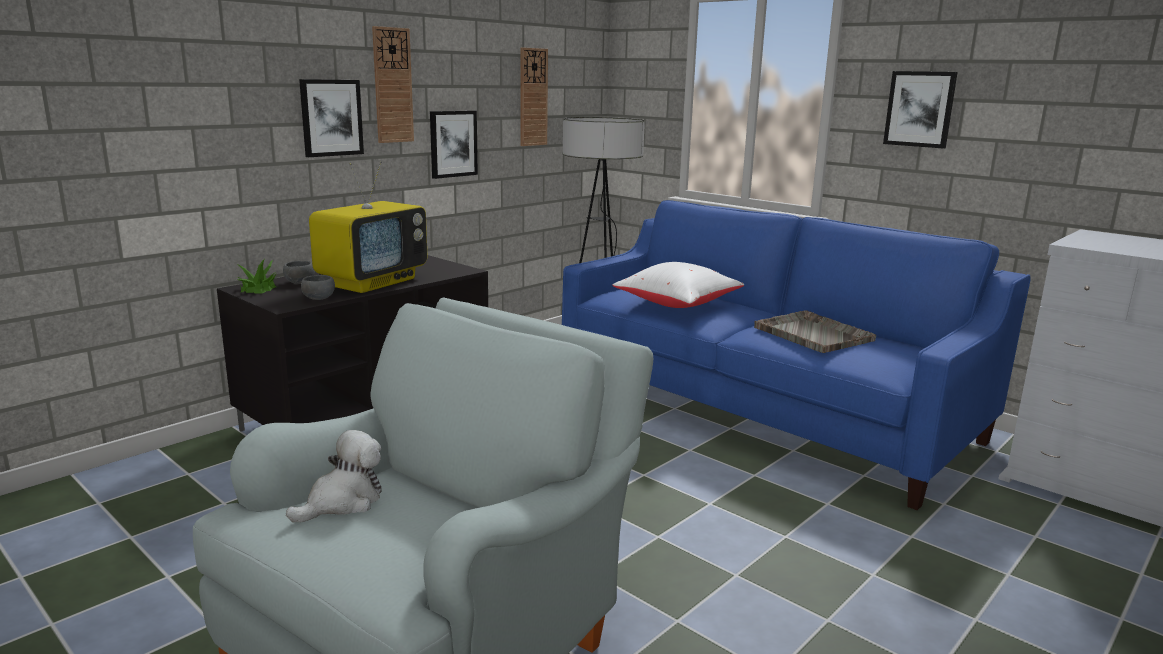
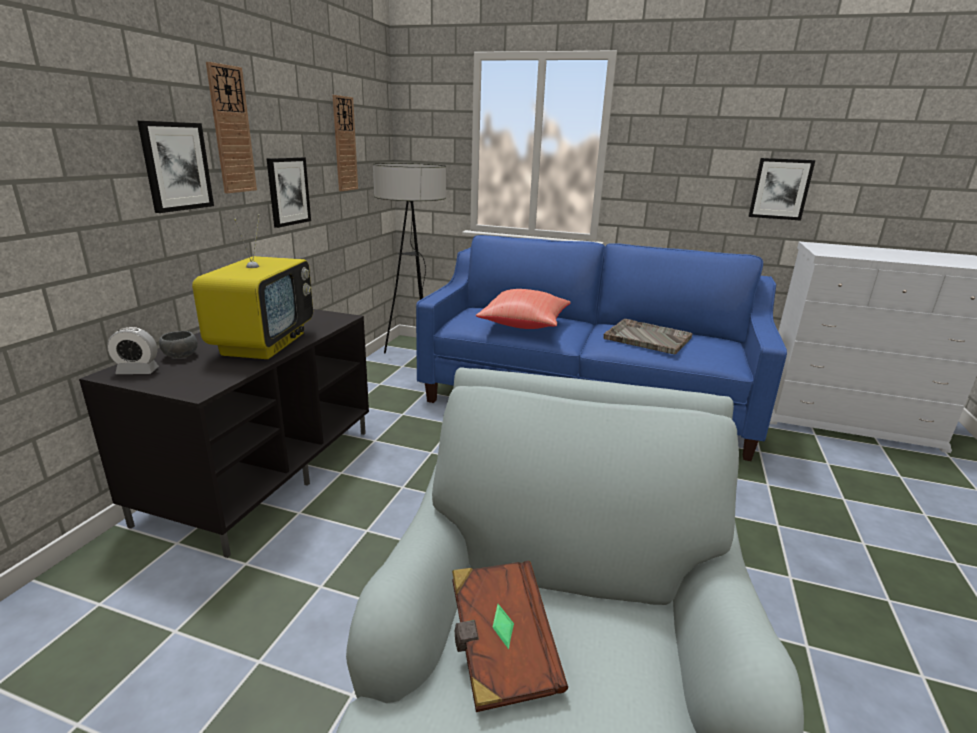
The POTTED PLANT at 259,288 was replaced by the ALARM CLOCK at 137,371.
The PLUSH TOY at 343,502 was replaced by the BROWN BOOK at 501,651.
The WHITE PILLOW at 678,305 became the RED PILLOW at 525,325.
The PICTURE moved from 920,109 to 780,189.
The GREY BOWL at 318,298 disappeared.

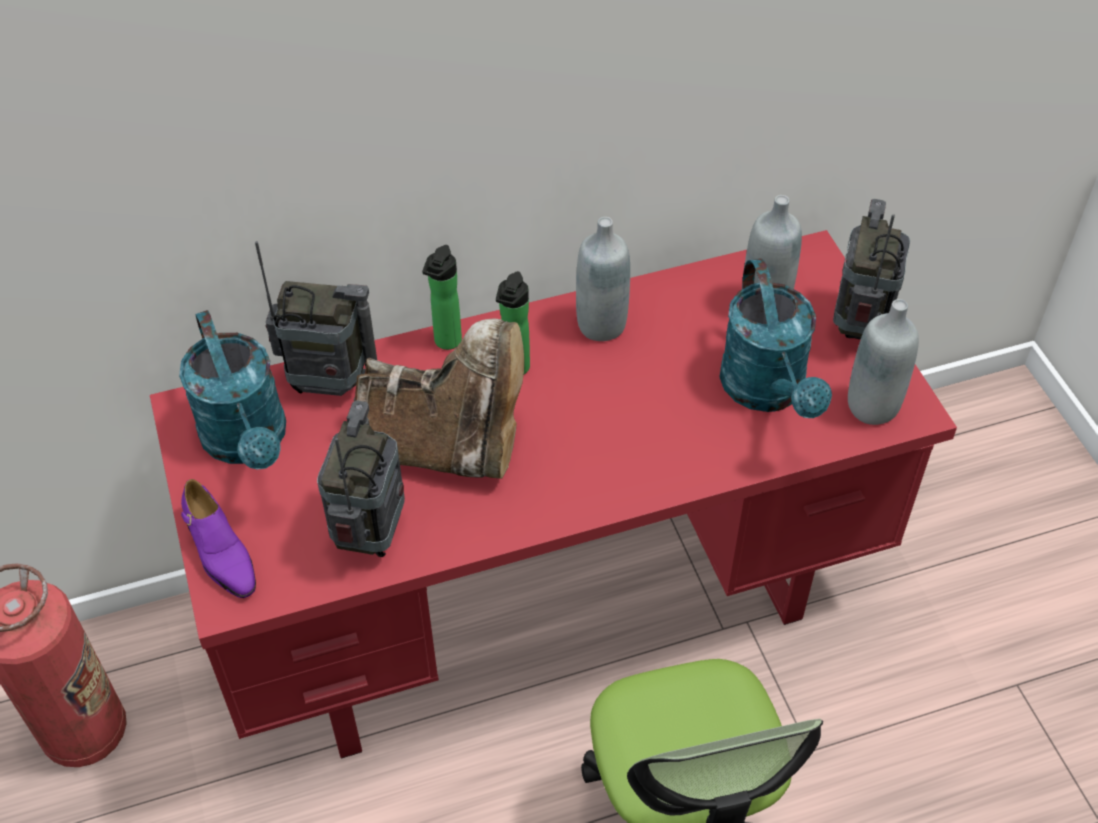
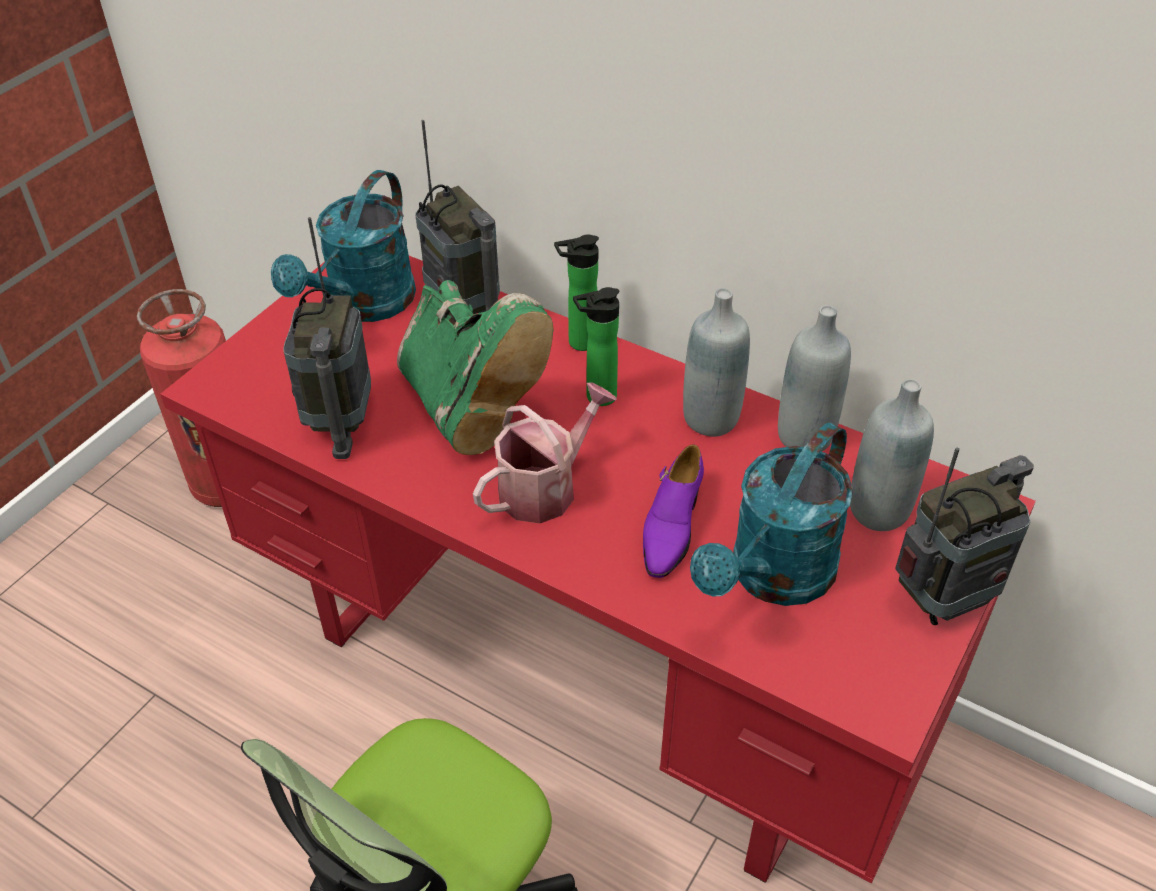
The RADIO at 371,534 turned 120 degrees clockwise.
The BROWN BOOT at 447,449 became the GREEN BOOT at 469,410.
The WATERING CAN at 545,487 appeared.
The PURPLE SHOE moved from 220,553 to 670,527.
The GREY BOTTLE moved from 872,406 to 805,436.

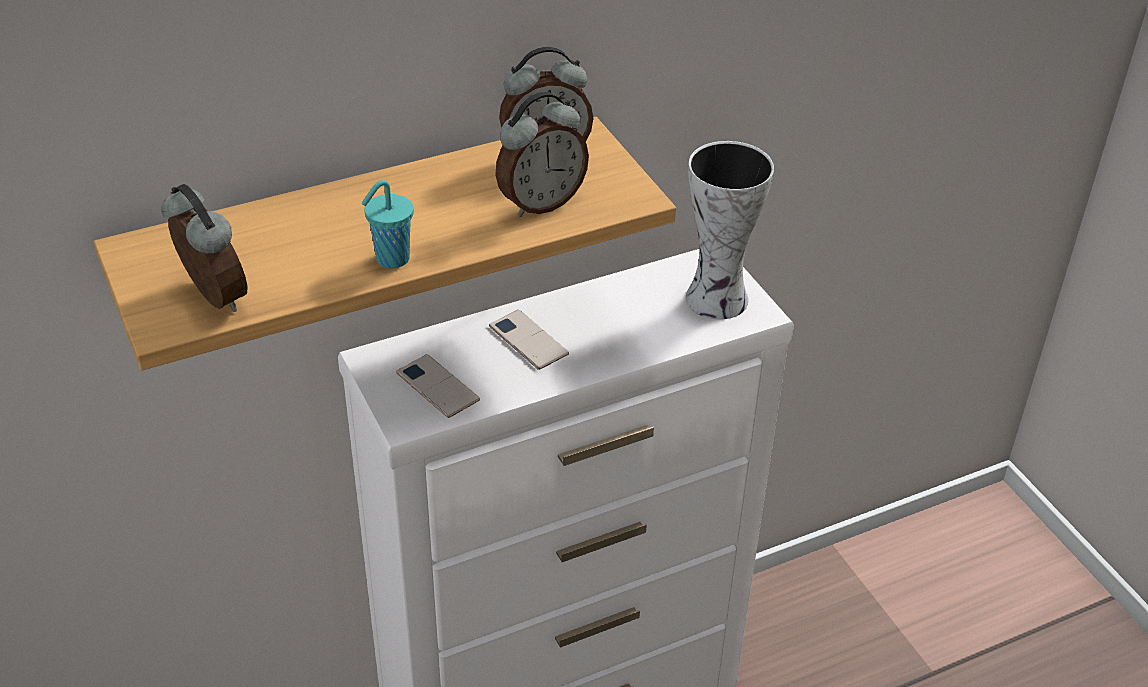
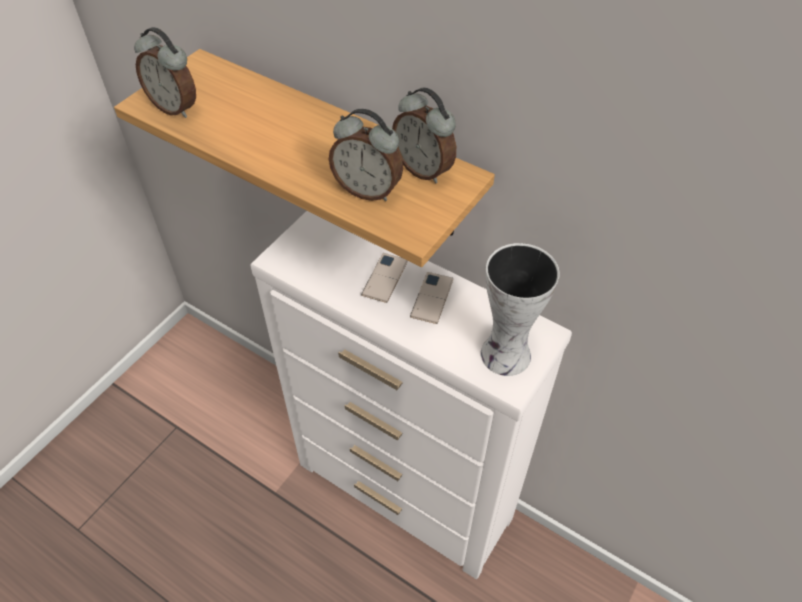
The ALARM CLOCK at 211,298 turned 105 degrees clockwise.
The PHONE moved from 437,387 to 431,298.
The TURQUOISE CUP at 390,260 disappeared.

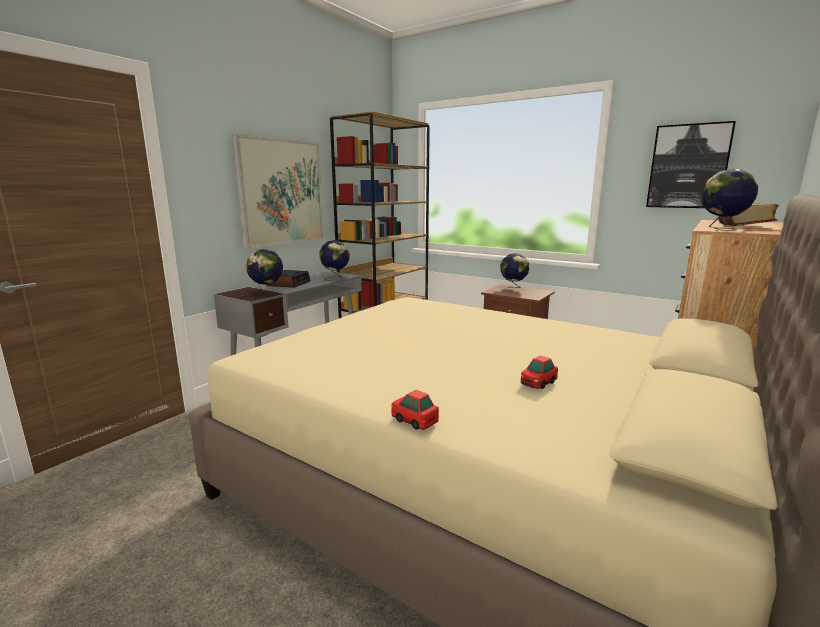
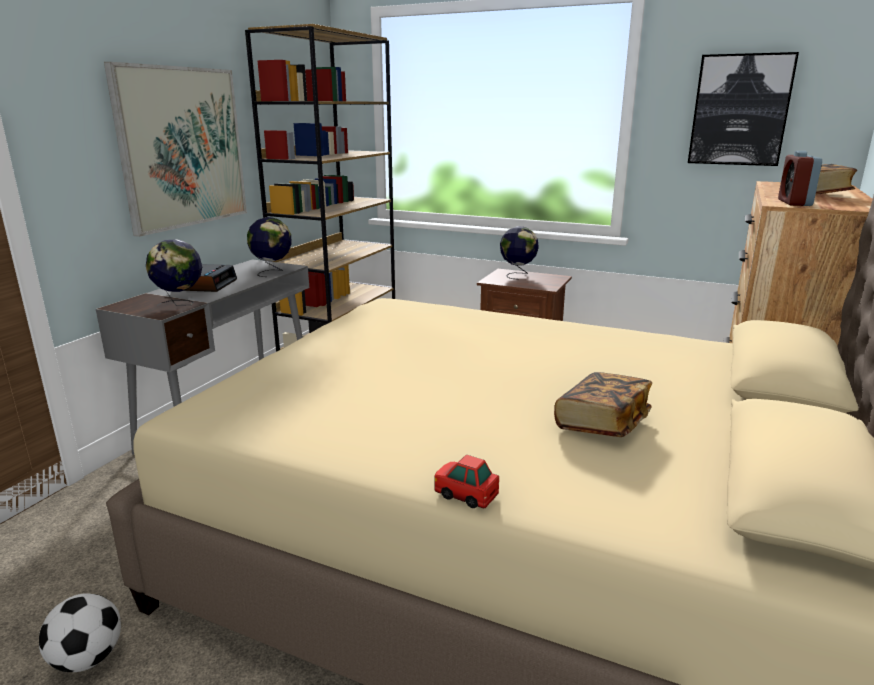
The FOOTBALL at 87,659 appeared.
The TOY CAR at 538,383 was replaced by the BOOK at 602,423.
The GLOBE at 722,229 was replaced by the ALARM CLOCK at 794,203.

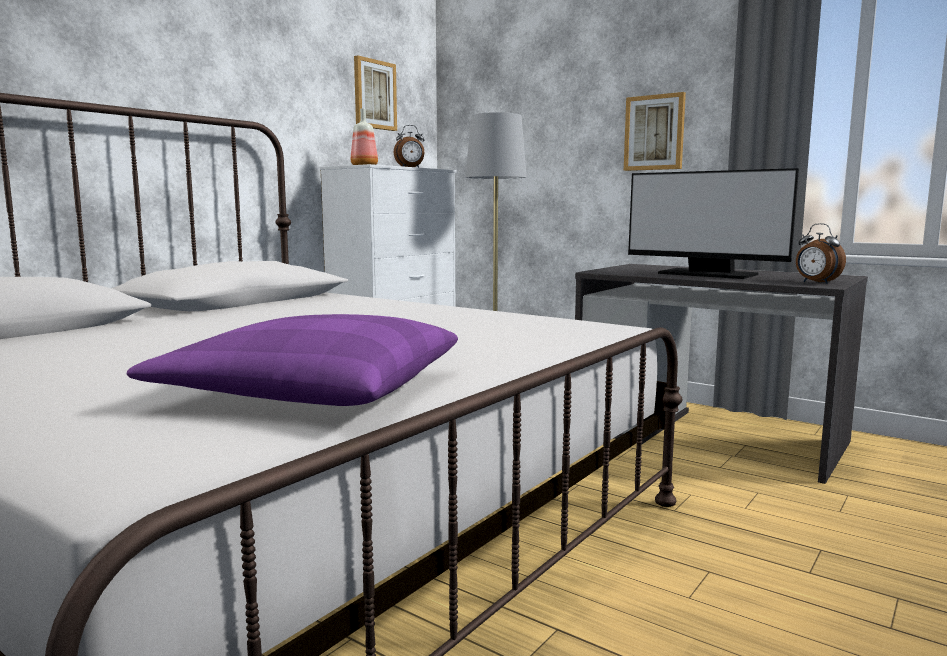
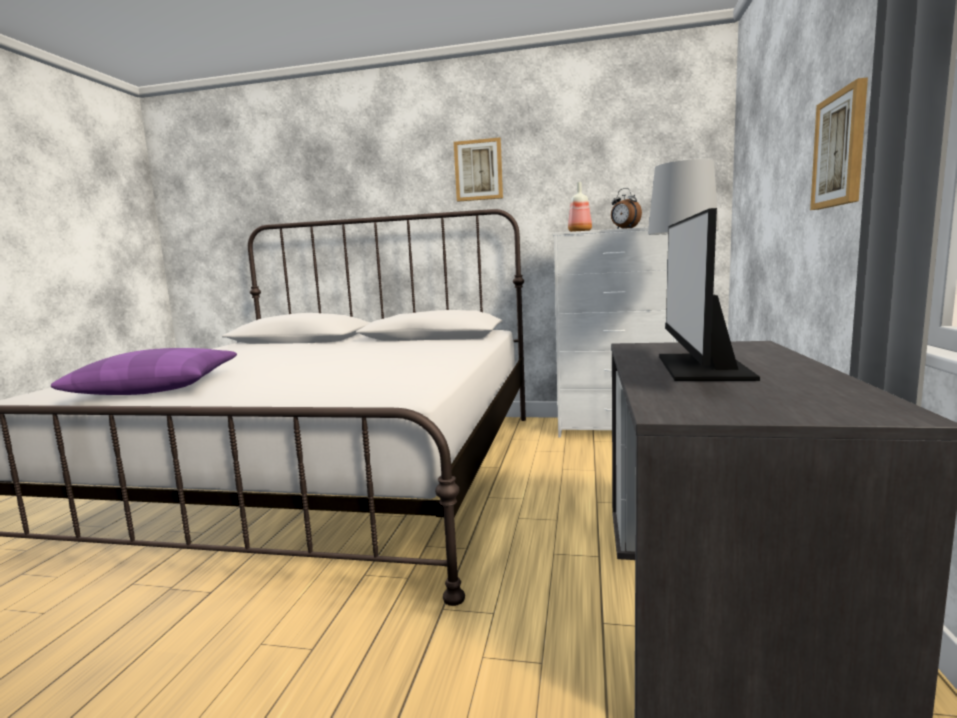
The PICTURE moved from 374,94 to 478,170.
The ALARM CLOCK at 816,282 disappeared.

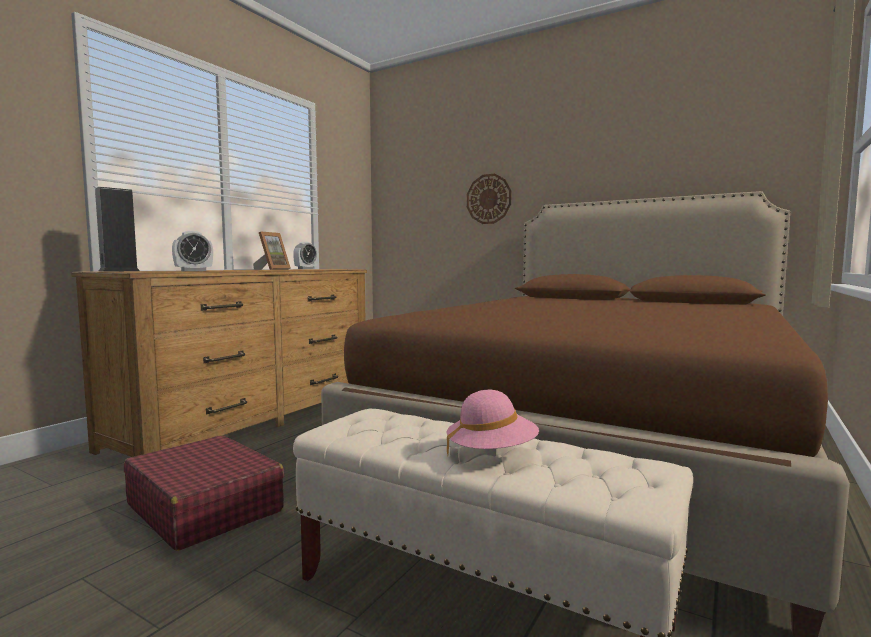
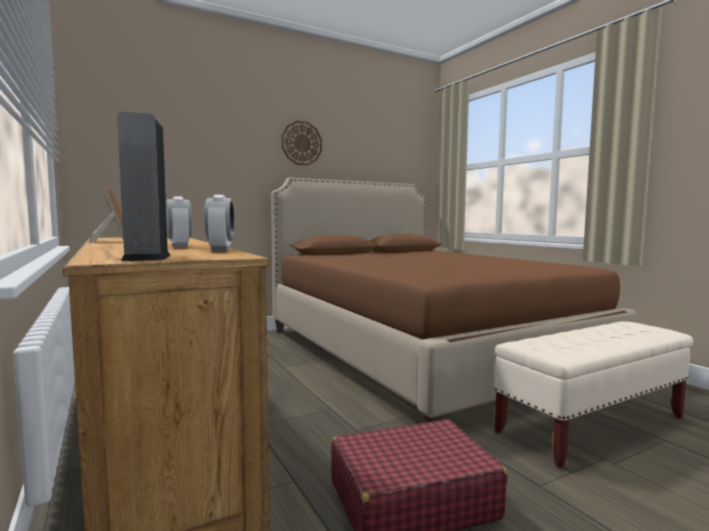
The ALARM CLOCK moved from 305,269 to 179,246.
The WALL CLOCK moved from 488,199 to 301,143.
The PINK HAT at 491,453 disappeared.

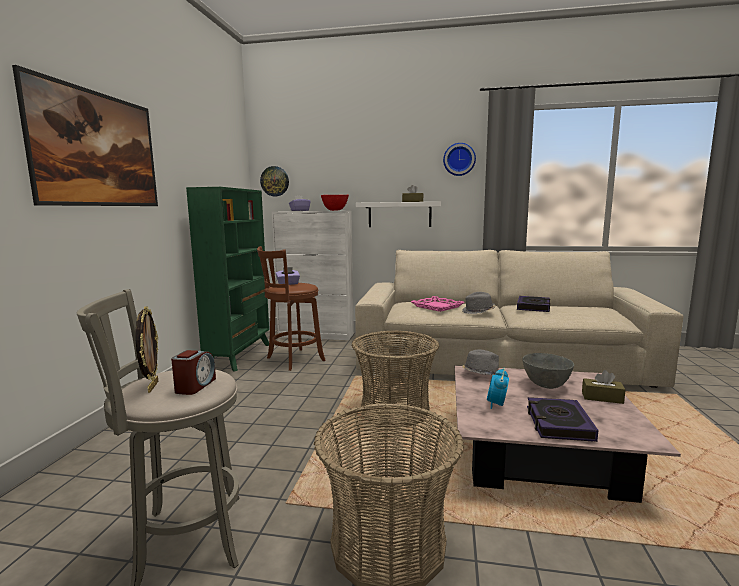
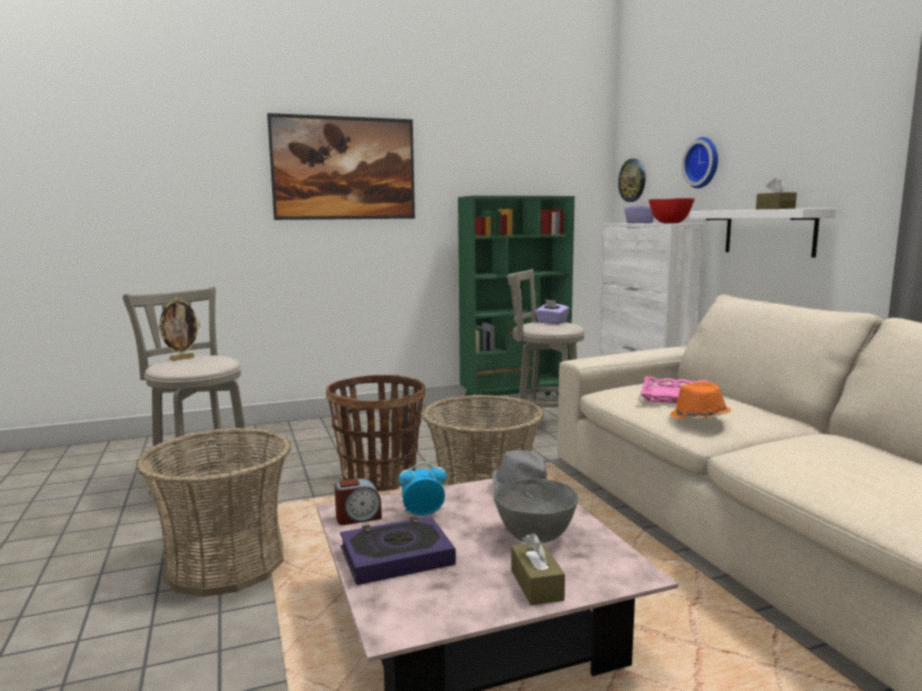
The BASKET at 379,478 appeared.
The ALARM CLOCK moved from 195,386 to 358,517.
The BROWN STOOL at 293,360 became the GREY STOOL at 544,425.
The GREY HAT at 478,311 became the ORANGE HAT at 698,418.
The WALL CLOCK moved from 459,159 to 703,163.
The BOOK at 533,307 disappeared.

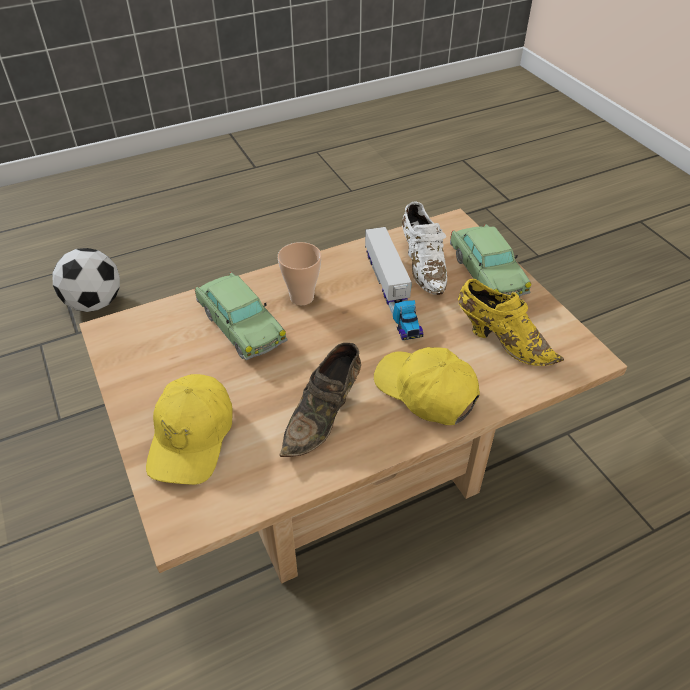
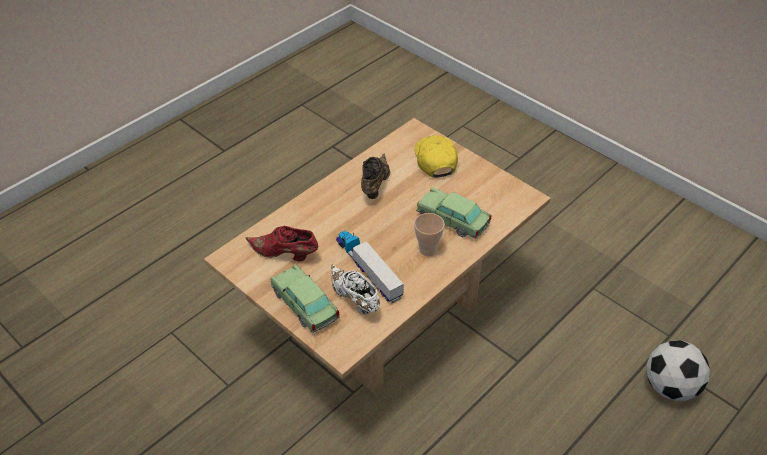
The YELLOW SHOE at 501,340 became the RED SHOE at 285,254.
The YELLOW CAP at 425,391 disappeared.

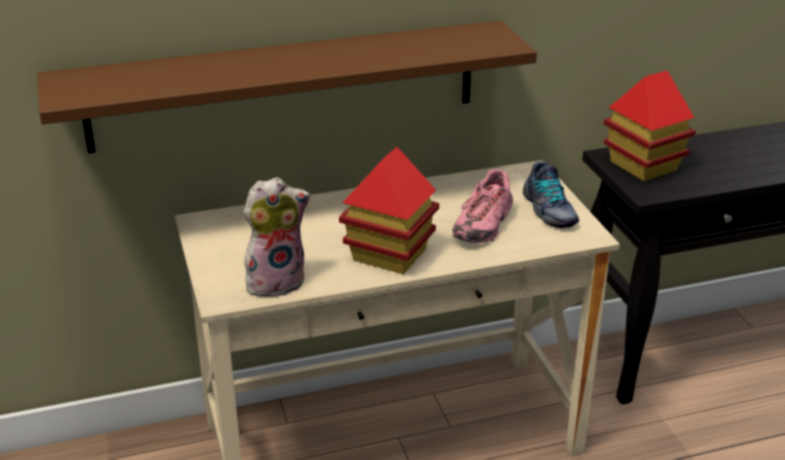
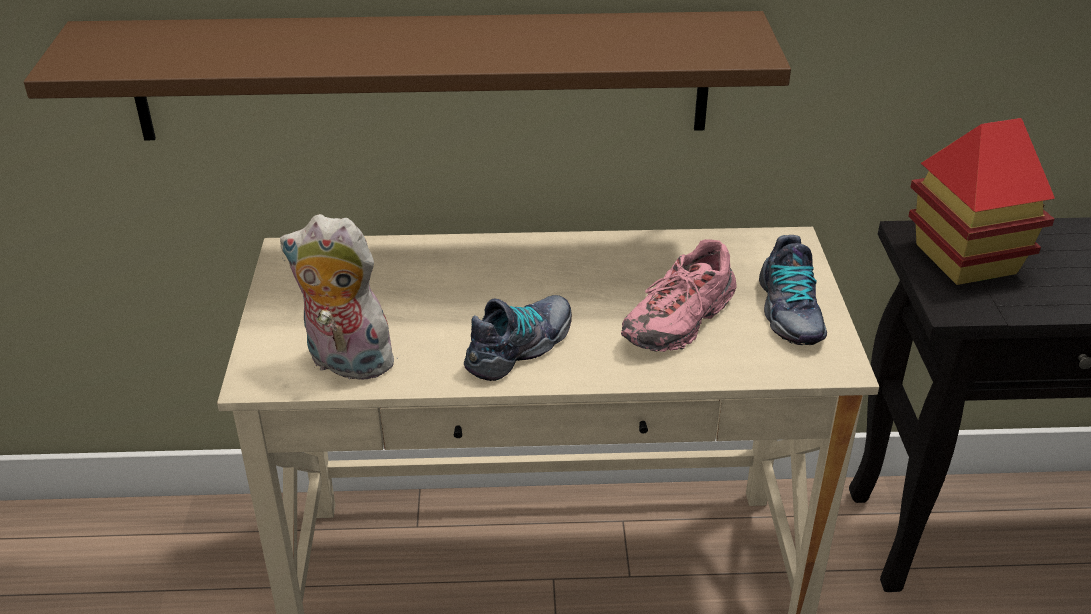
The PLUSH TOY at 276,281 turned 150 degrees counterclockwise.
The TOY HOUSE at 389,255 was replaced by the SHOE at 521,347.

